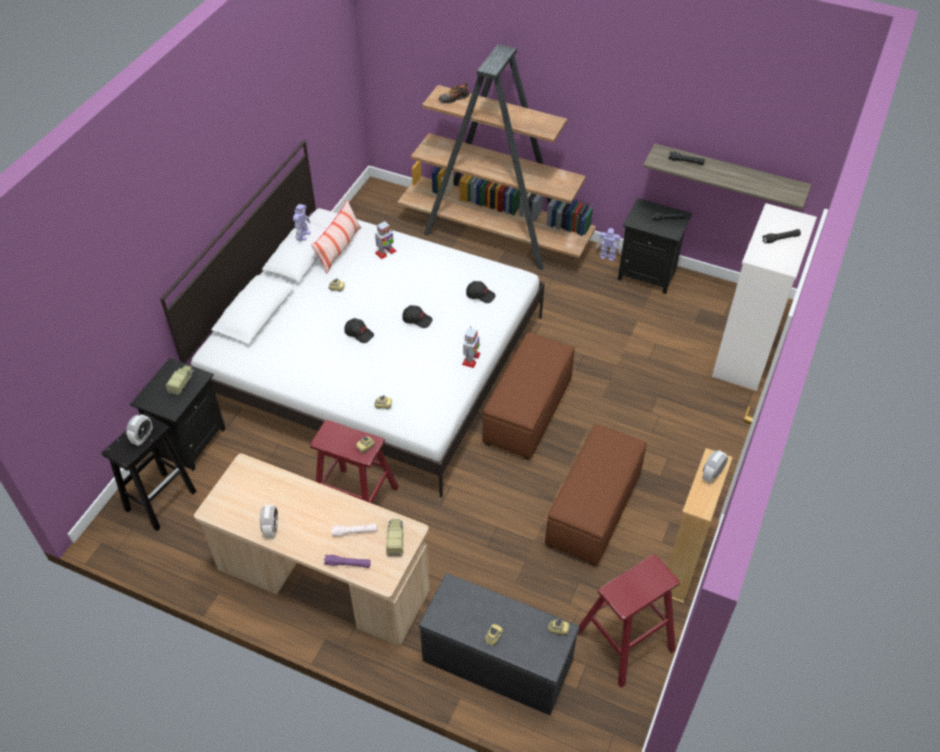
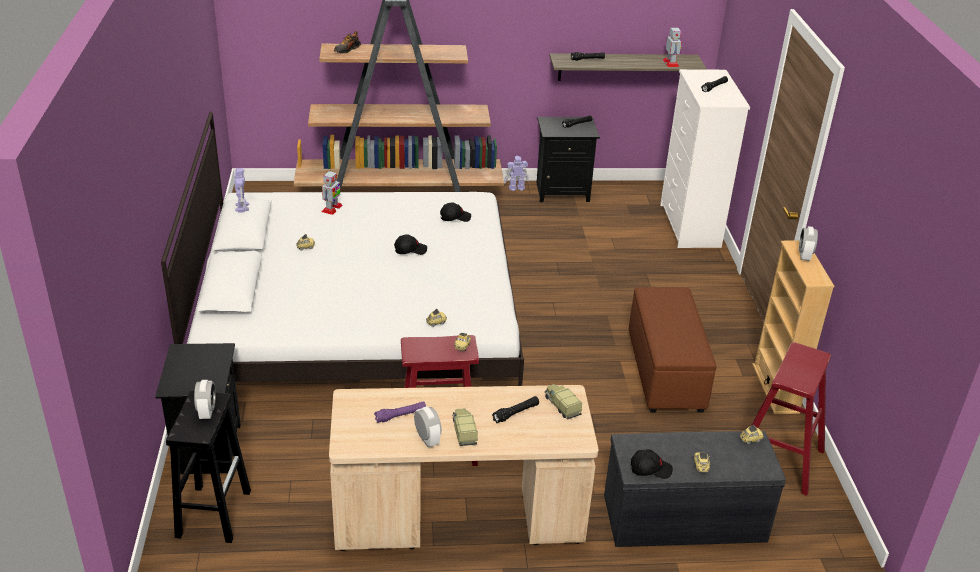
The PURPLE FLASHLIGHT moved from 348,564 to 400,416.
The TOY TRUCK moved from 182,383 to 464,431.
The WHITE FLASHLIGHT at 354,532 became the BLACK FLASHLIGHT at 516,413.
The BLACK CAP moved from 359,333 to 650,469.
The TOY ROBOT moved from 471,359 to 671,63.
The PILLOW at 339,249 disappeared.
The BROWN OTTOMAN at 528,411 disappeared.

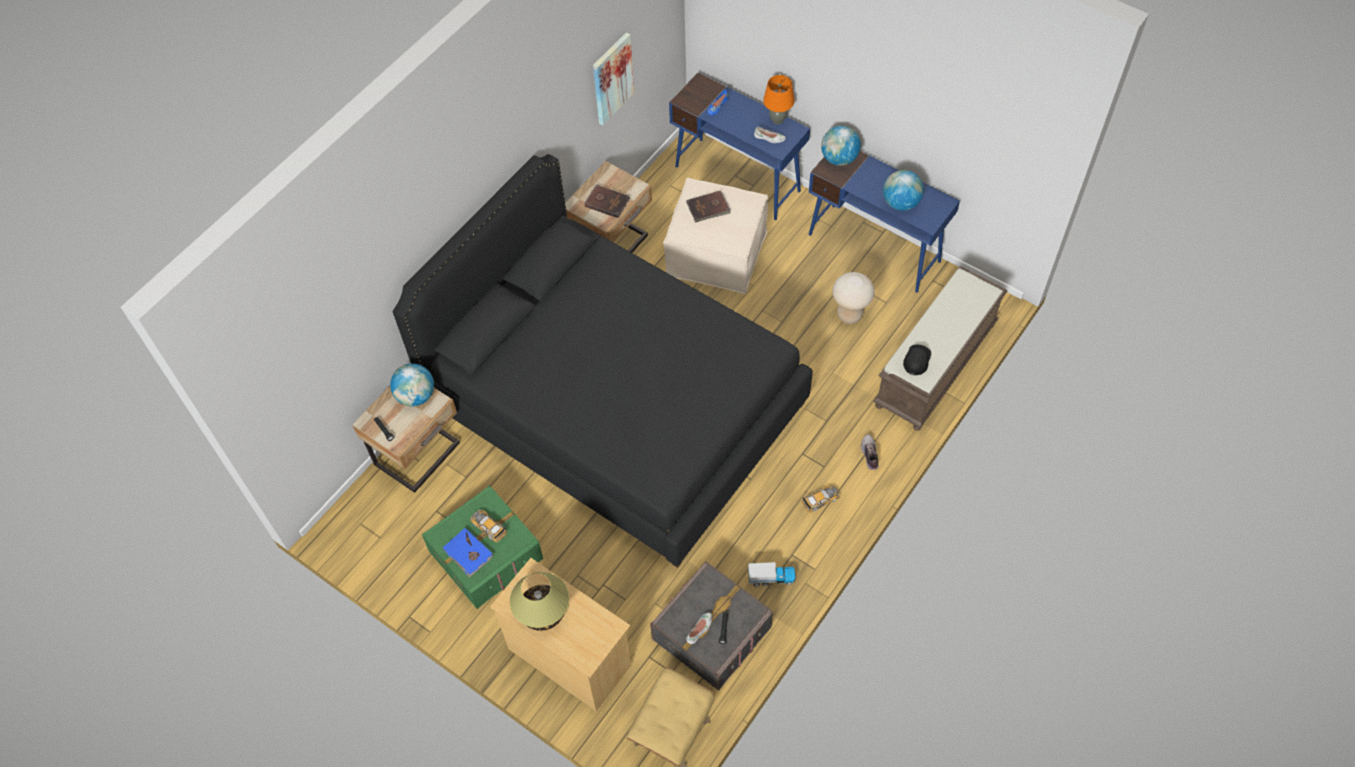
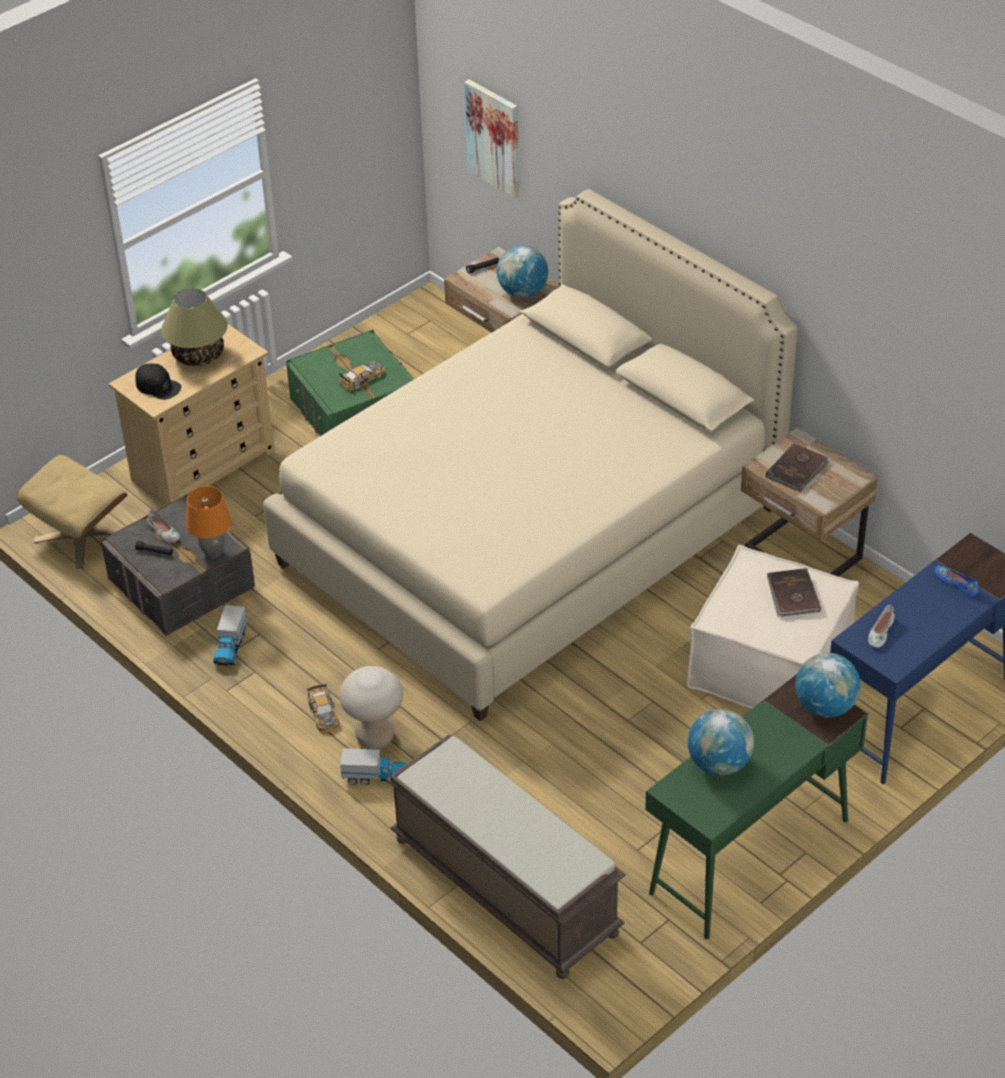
The BLACK CAP moved from 917,360 to 158,386.
The ORANGE TABLE LAMP moved from 777,120 to 213,553.
The BLACK BED at 617,405 became the BEIGE BED at 529,535.
The BEIGE STOOL moved from 849,315 to 375,737.
The SHOE at 869,454 was replaced by the TOY TRUCK at 375,777.
The PICTURE moved from 612,78 to 494,138.
The BLUE DESK at 874,248 became the GREEN DESK at 749,857.
The BLUE BOOK at 468,553 disappeared.

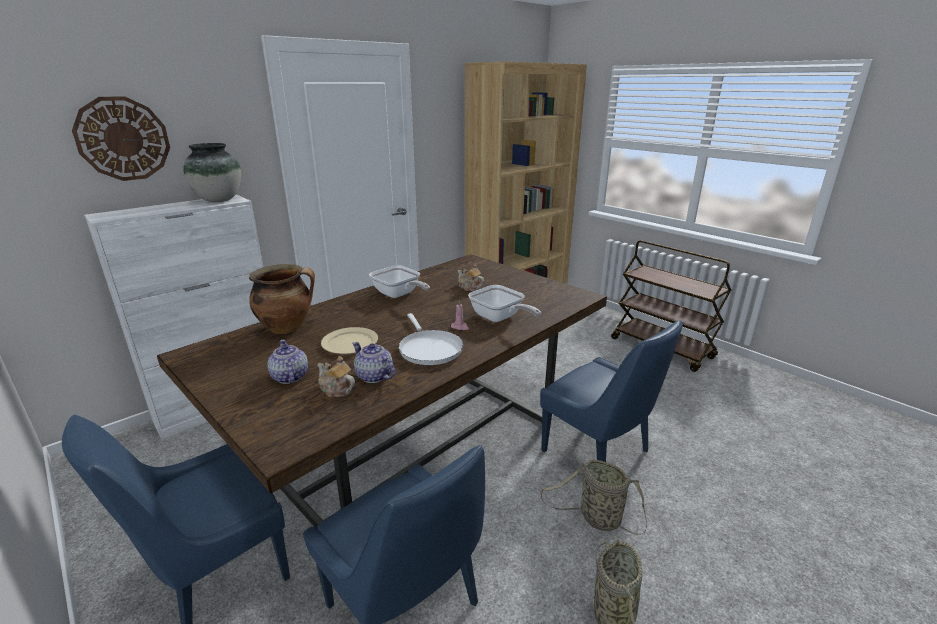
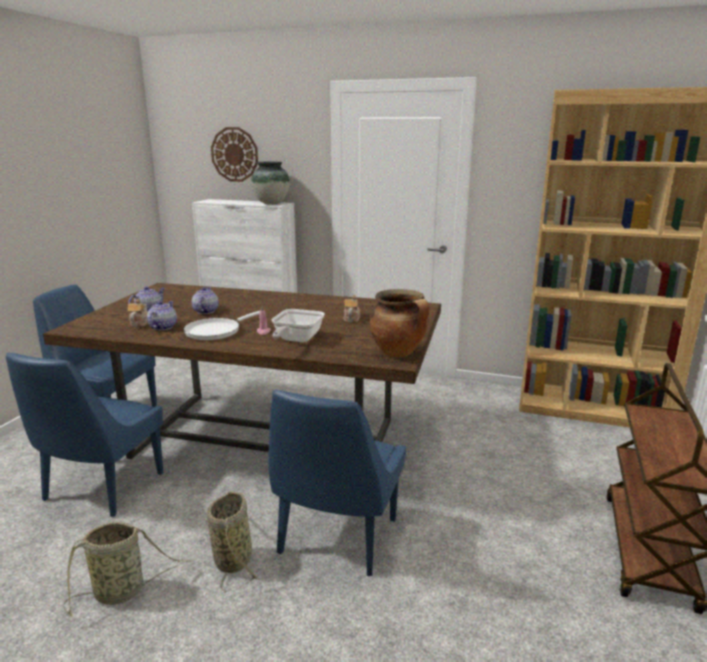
The BEIGE PLATE at 350,343 was replaced by the TEAPOT at 205,311.
The COOKING POT moved from 287,327 to 399,353.
The FRYING PAN at 399,295 disappeared.

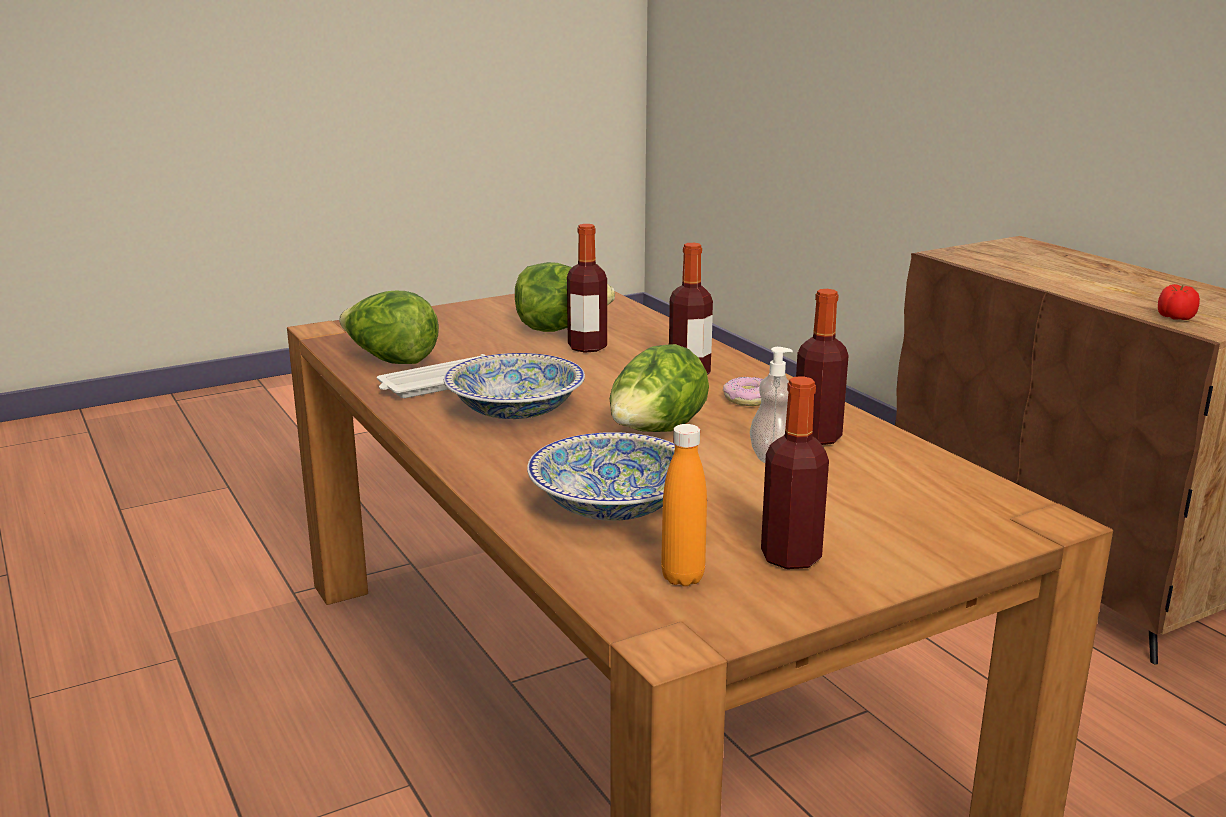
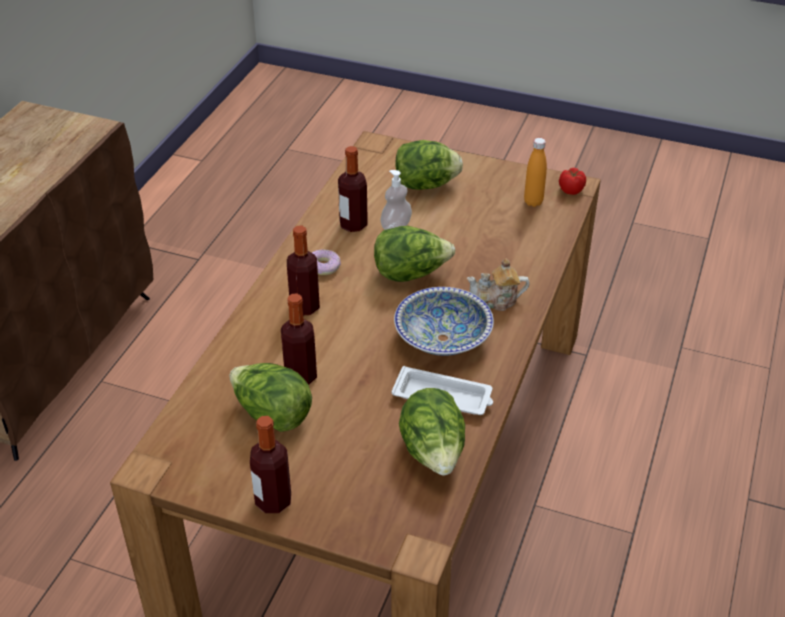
The BOTTLE moved from 790,557 to 273,501.
The LETTUCE at 425,185 appeared.
The TEAPOT at 496,300 appeared.
The TOMATO moved from 1175,318 to 571,190.
The BOWL at 612,506 disappeared.

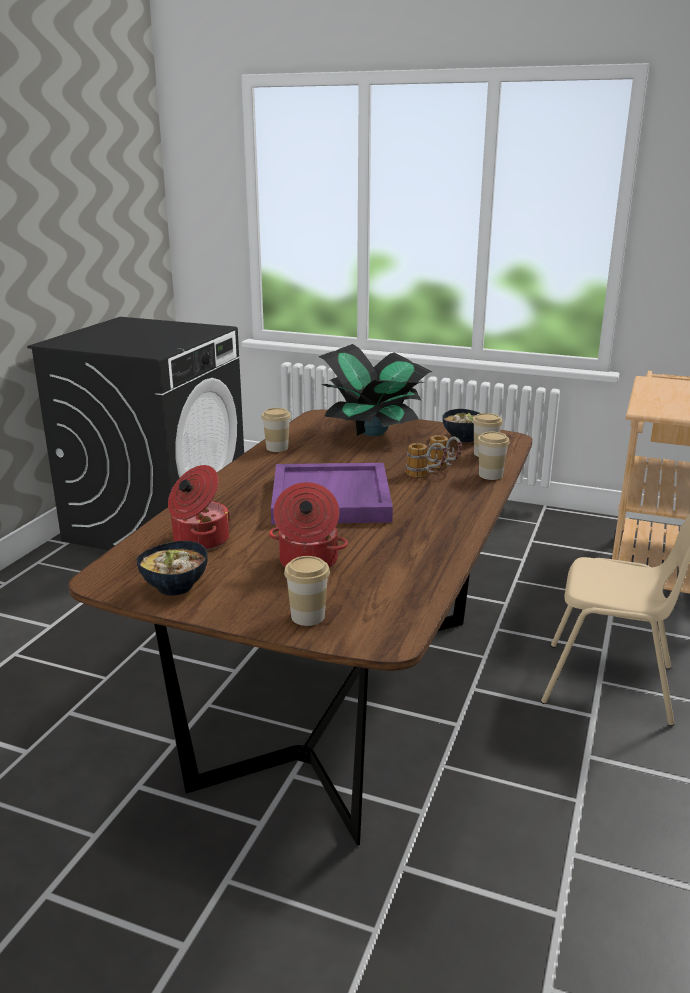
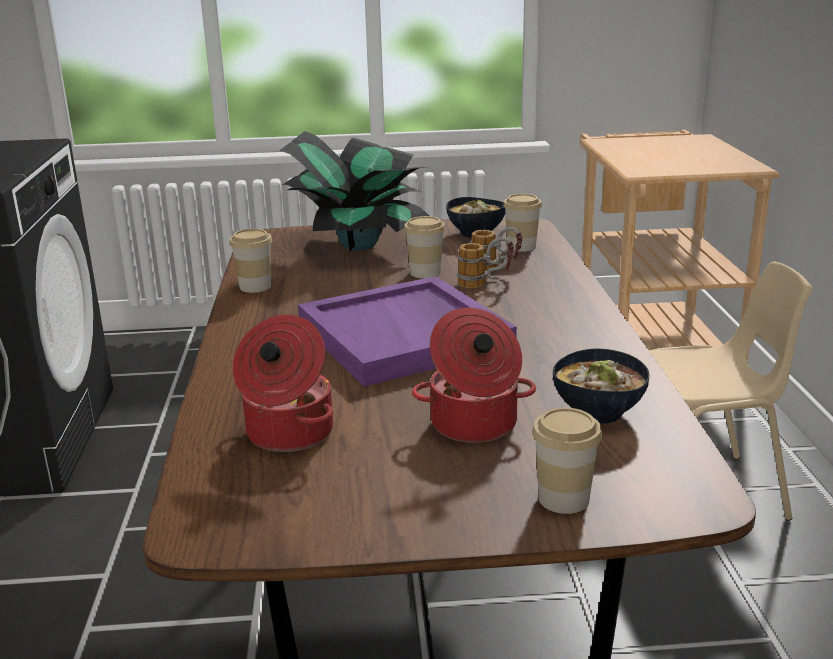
The CUP moved from 490,475 to 425,273.
The BOWL moved from 176,587 to 600,412.

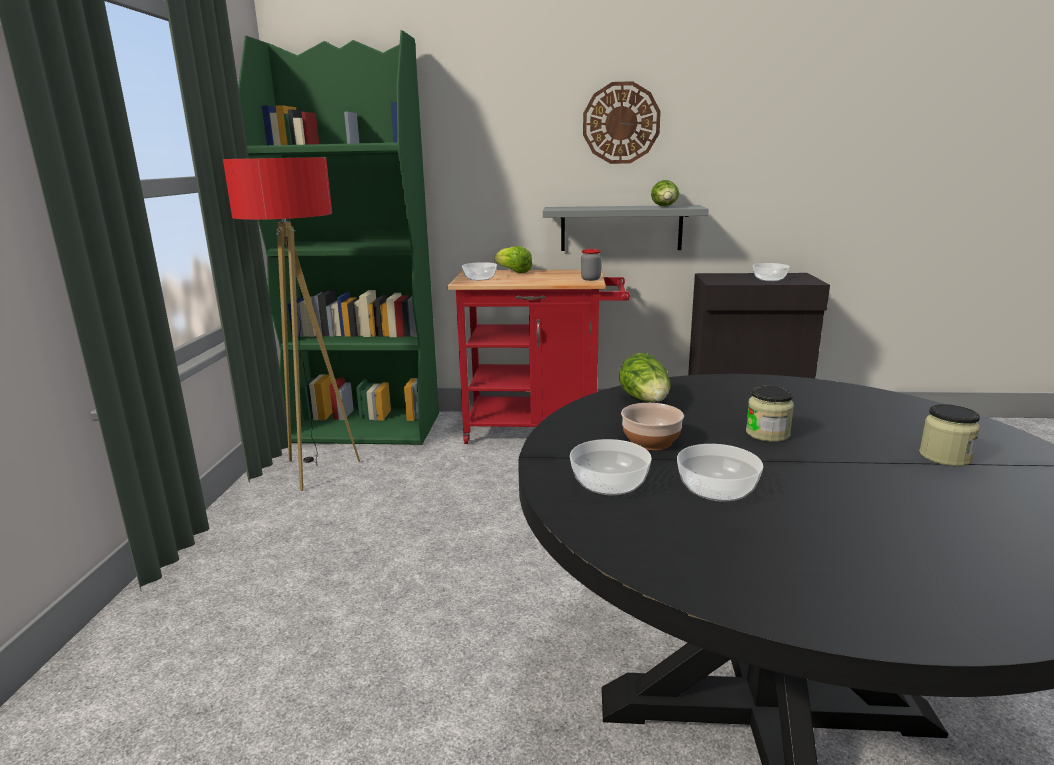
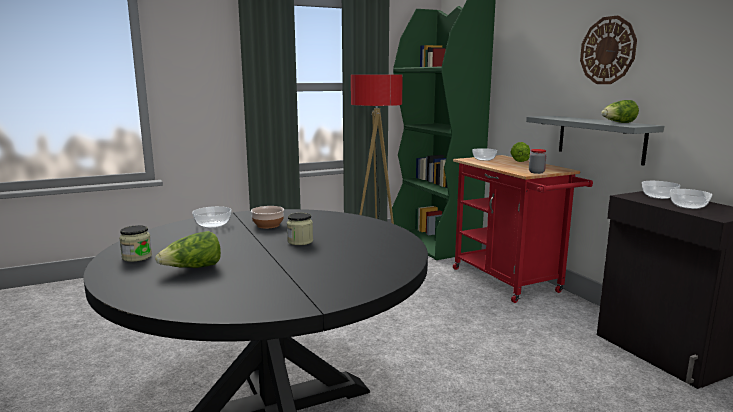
The JAR moved from 945,457 to 137,257.
The LETTUCE moved from 646,401 to 193,268.
The BOWL moved from 717,489 to 659,196.

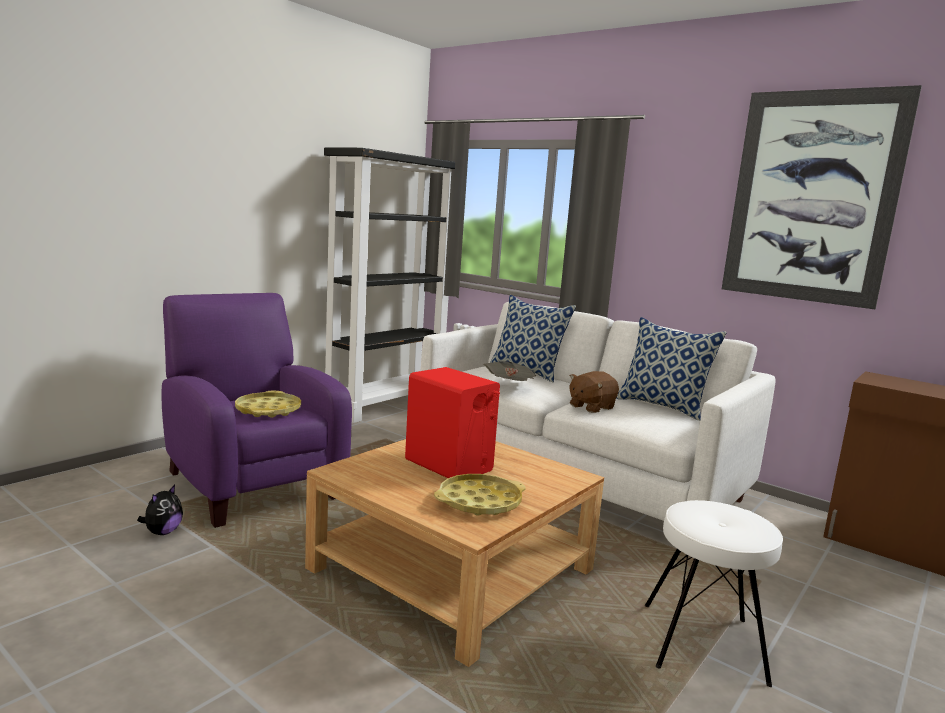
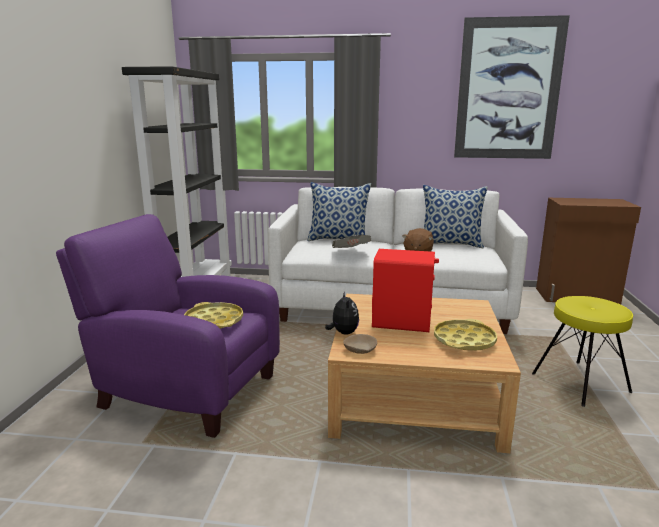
The PLUSH TOY moved from 162,532 to 343,333.
The BEIGE BOWL at 360,349 appeared.
The WHITE STOOL at 703,643 became the YELLOW STOOL at 581,383.

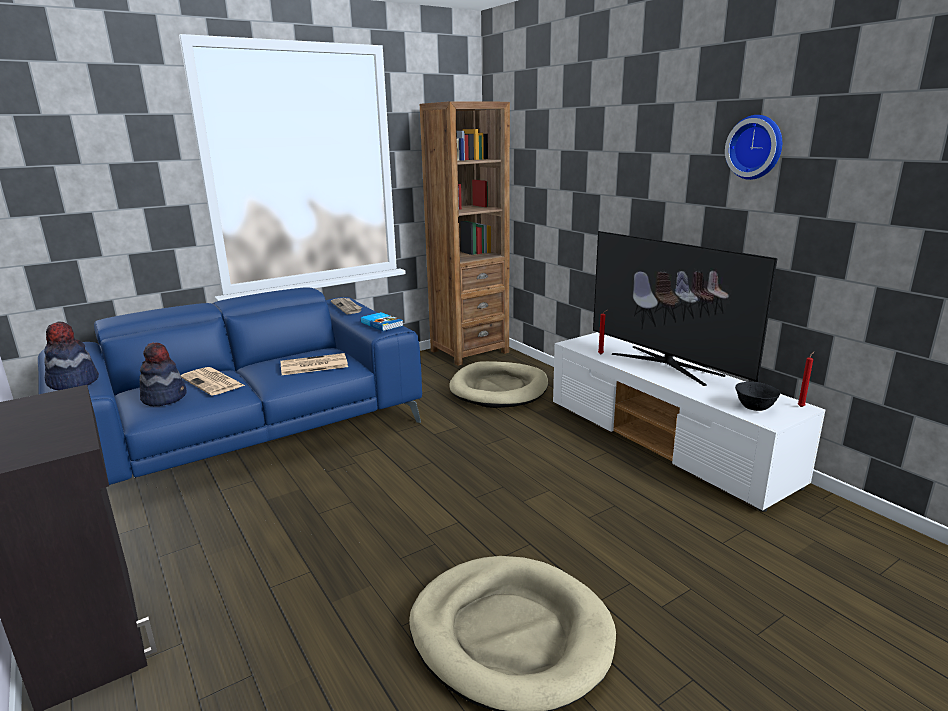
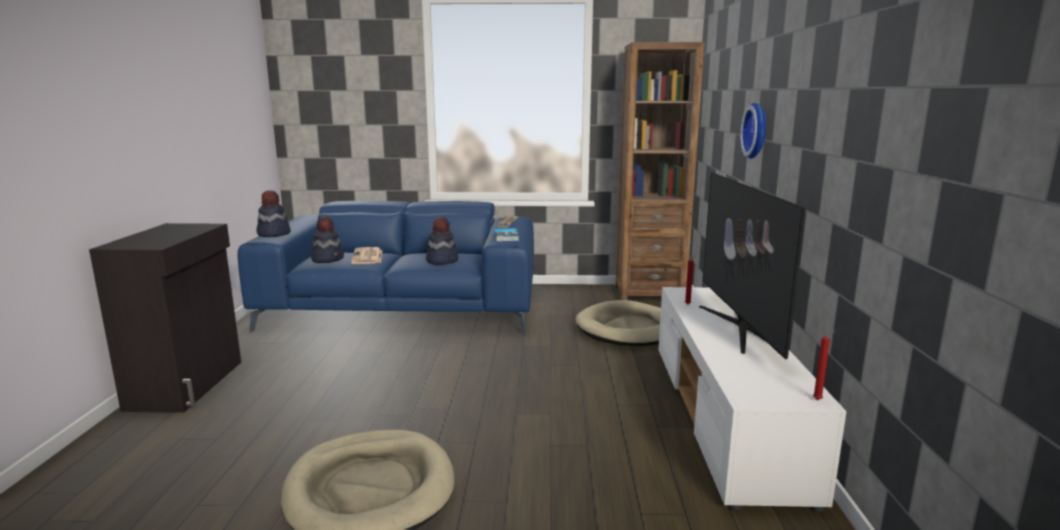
The NEWSPAPER at 313,365 was replaced by the HAT at 441,260.
The WALL CLOCK moved from 756,147 to 758,130.
The BLACK BOWL at 754,408 disappeared.

